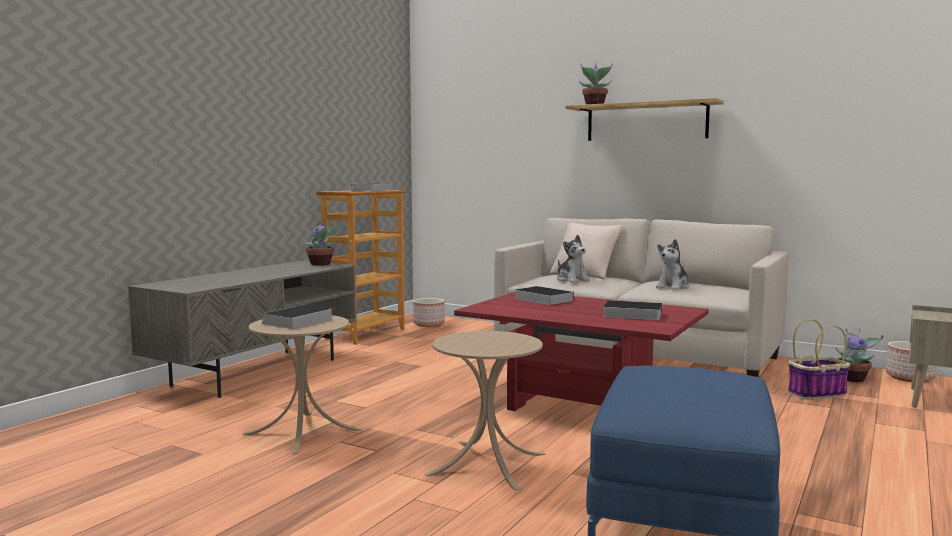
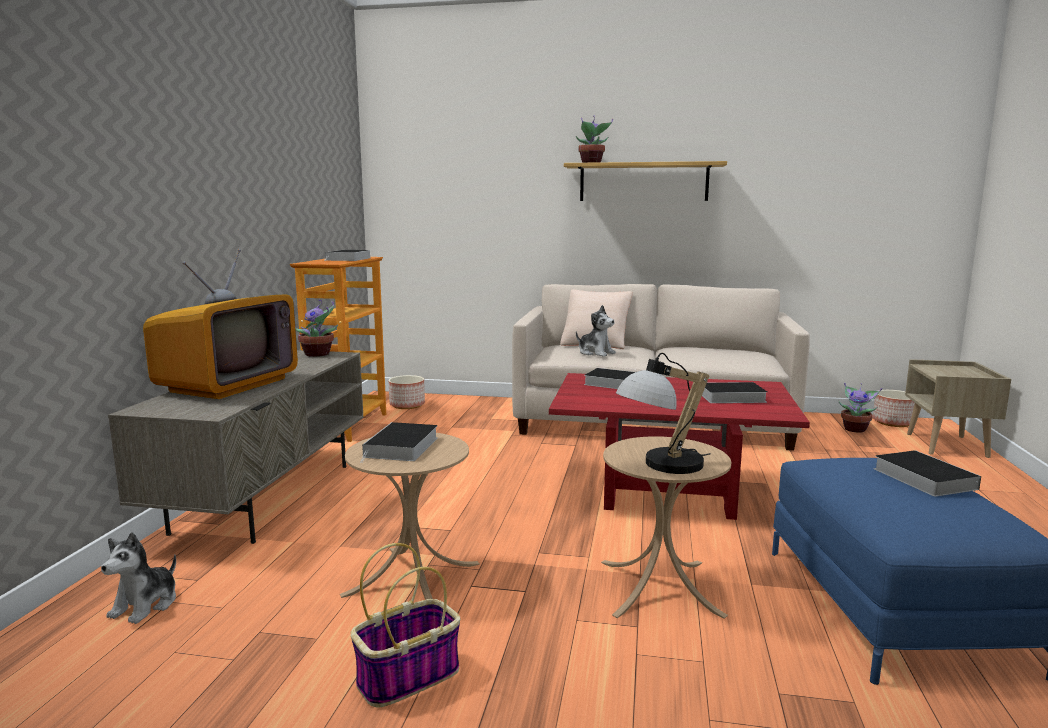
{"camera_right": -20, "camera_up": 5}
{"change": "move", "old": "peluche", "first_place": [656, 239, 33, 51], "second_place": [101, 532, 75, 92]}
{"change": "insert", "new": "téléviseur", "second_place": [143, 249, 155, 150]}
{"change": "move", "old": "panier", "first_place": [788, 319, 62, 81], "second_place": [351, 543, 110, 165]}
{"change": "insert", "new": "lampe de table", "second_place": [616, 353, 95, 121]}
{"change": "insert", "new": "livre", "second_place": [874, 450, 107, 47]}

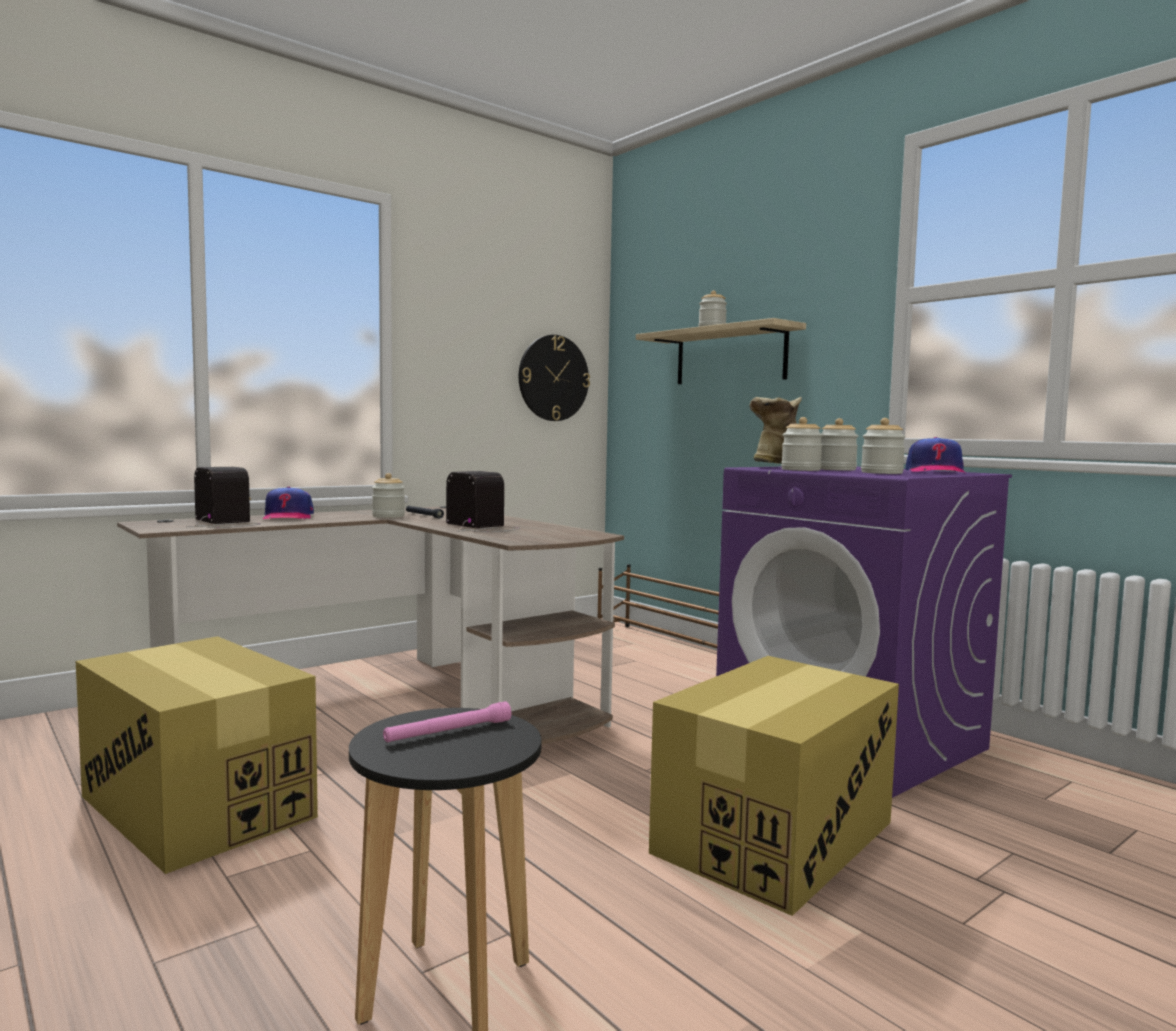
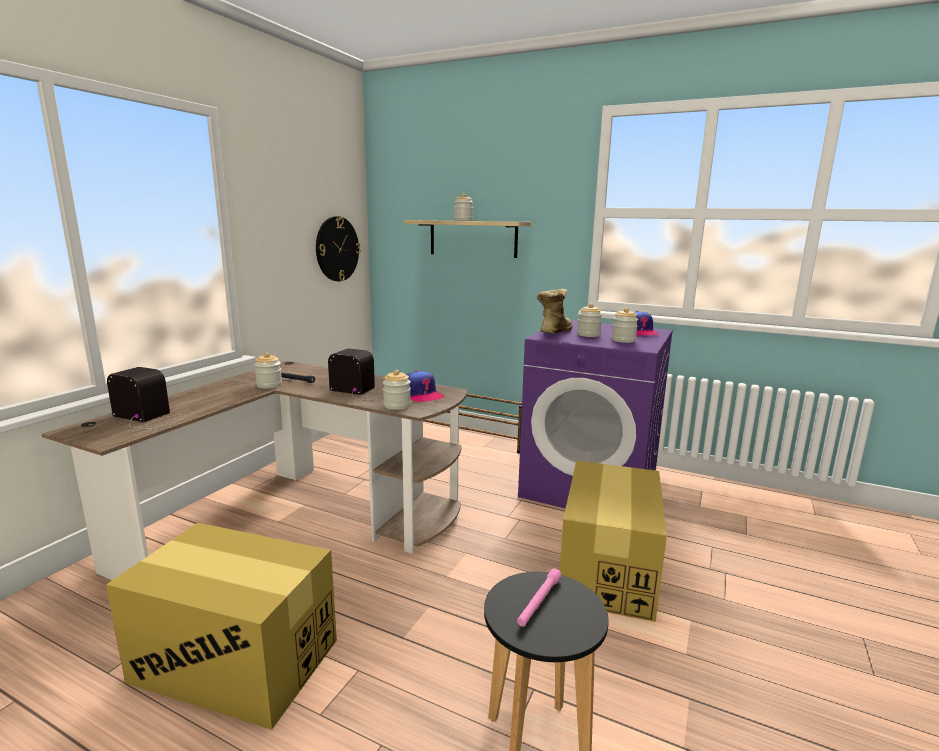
{"camera_right": -25, "camera_up": 10}
{"change": "move", "old": "bocal", "first_place": [781, 417, 42, 54], "second_place": [383, 370, 28, 40]}
{"change": "move", "old": "casquette", "first_place": [263, 487, 51, 33], "second_place": [406, 370, 38, 32]}

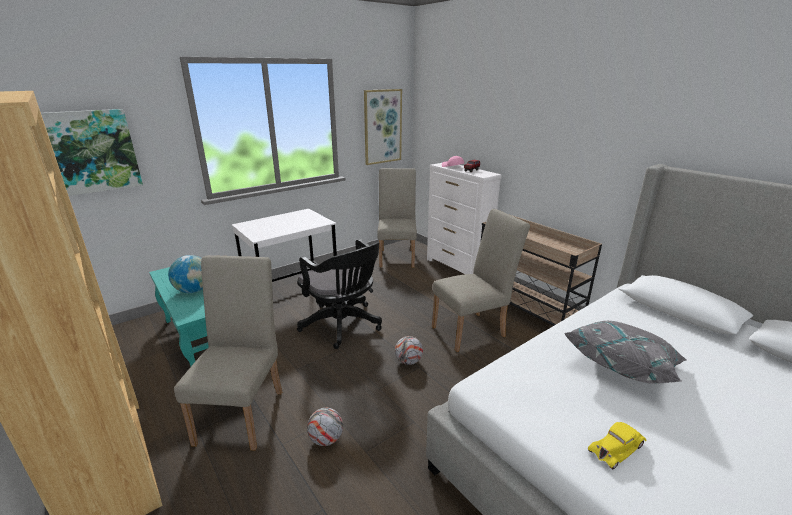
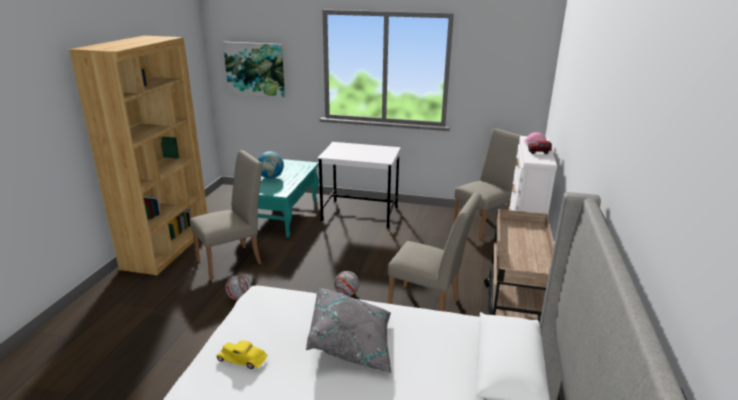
{"camera_right": 50, "camera_up": 0}
{"change": "delete", "old": "chaise de bureau [noir]", "first_place": [297, 239, 85, 110]}
{"change": "delete", "old": "tableau", "first_place": [364, 89, 38, 76]}

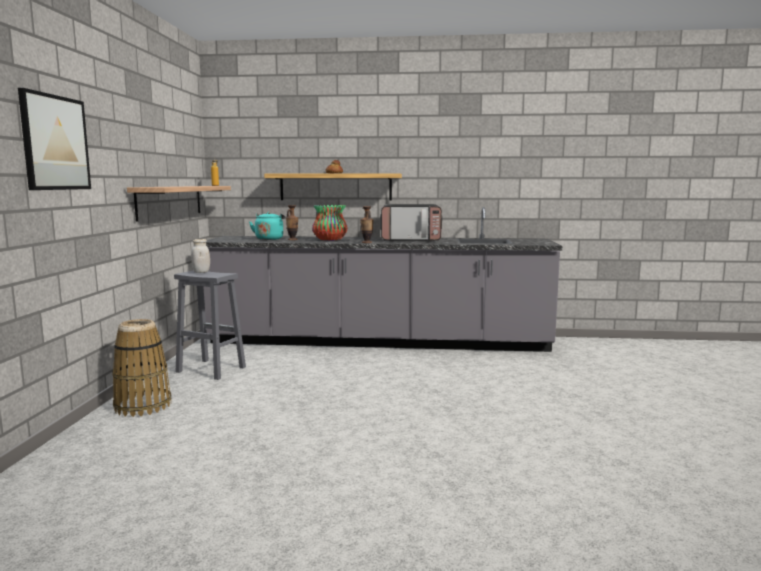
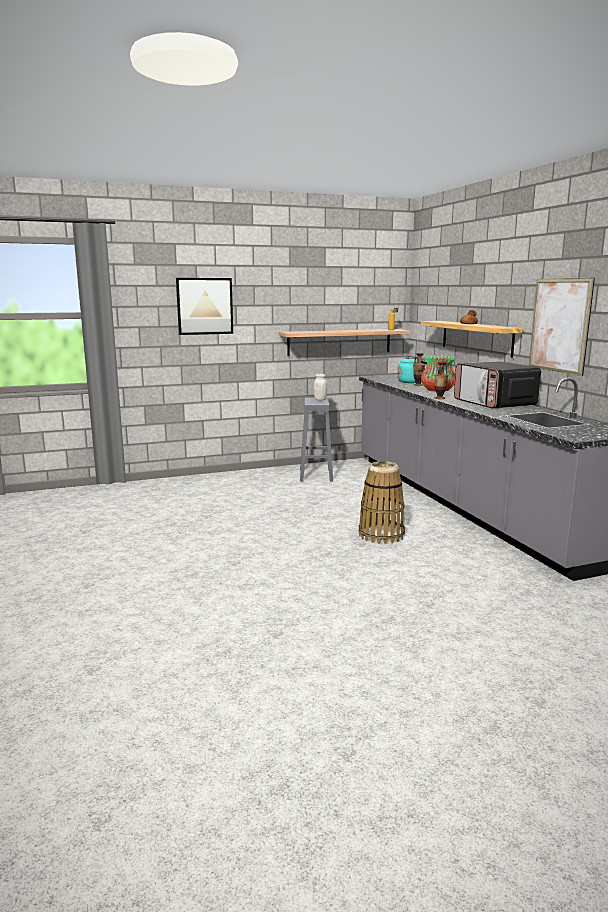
{"camera_right": 65, "camera_up": 5}
{"change": "move", "old": "panier", "first_place": [112, 319, 59, 98], "second_place": [359, 461, 46, 83]}
{"change": "insert", "new": "tableau", "second_place": [529, 278, 66, 98]}

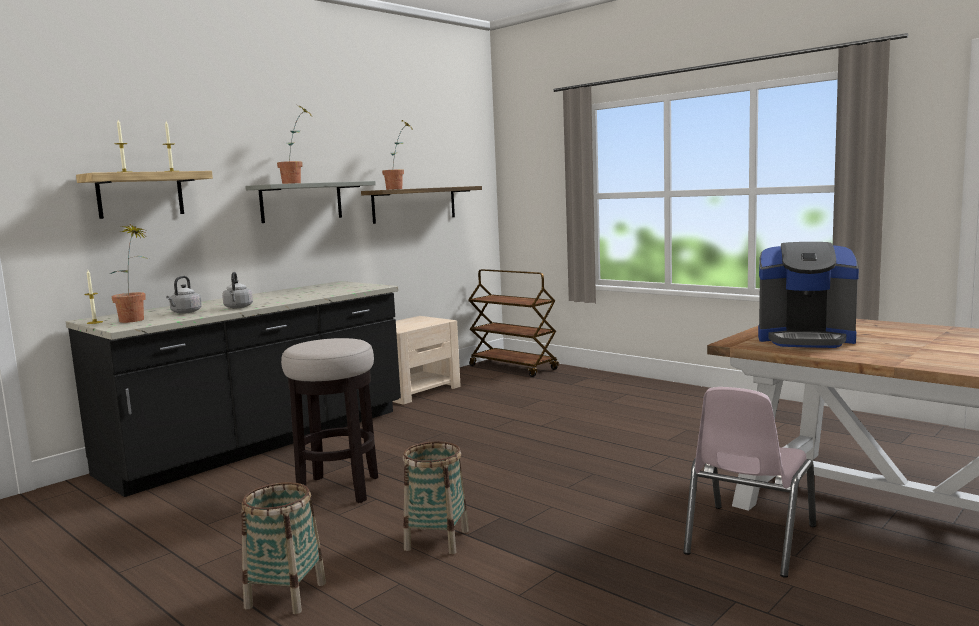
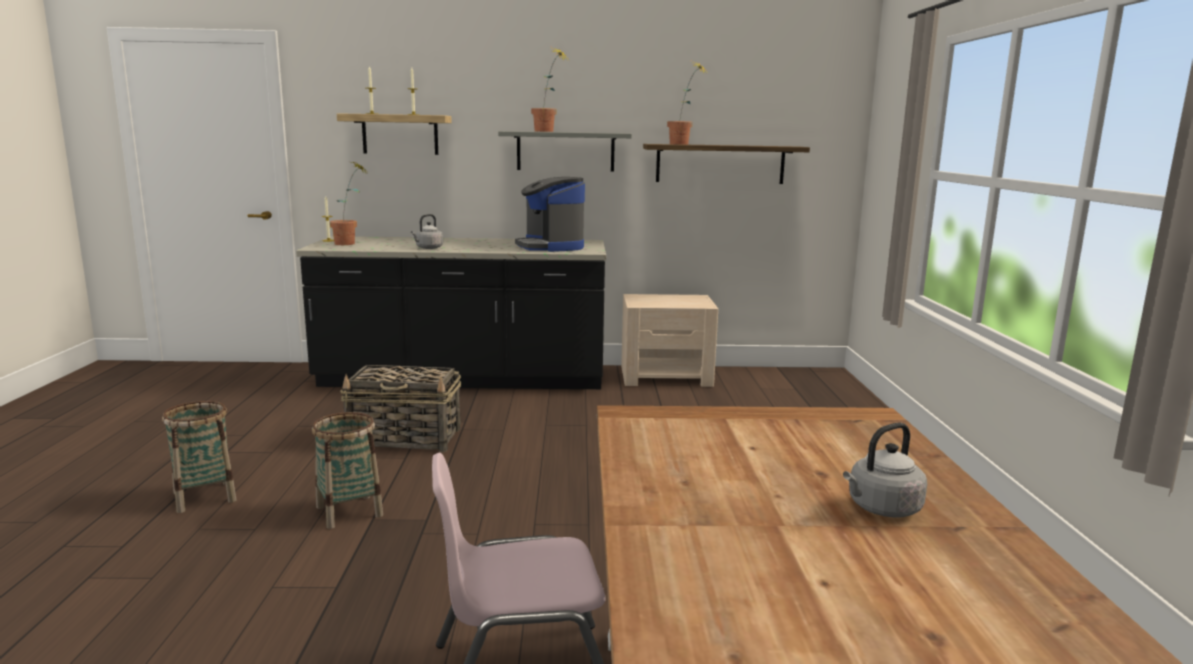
{"camera_right": 45, "camera_up": 5}
{"change": "replace", "old": "tabouret", "new": "panier", "first_place": [281, 338, 97, 165], "second_place": [340, 365, 121, 87]}
{"change": "move", "old": "machine à café", "first_place": [758, 242, 101, 106], "second_place": [515, 177, 70, 75]}
{"change": "move", "old": "bouilloire [gris]", "first_place": [166, 276, 36, 38], "second_place": [843, 422, 84, 95]}
{"change": "delete", "old": "chariot [marron]", "first_place": [468, 269, 91, 108]}

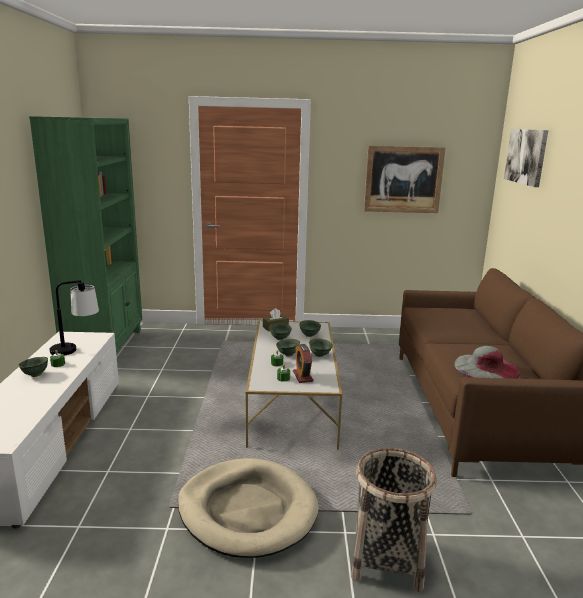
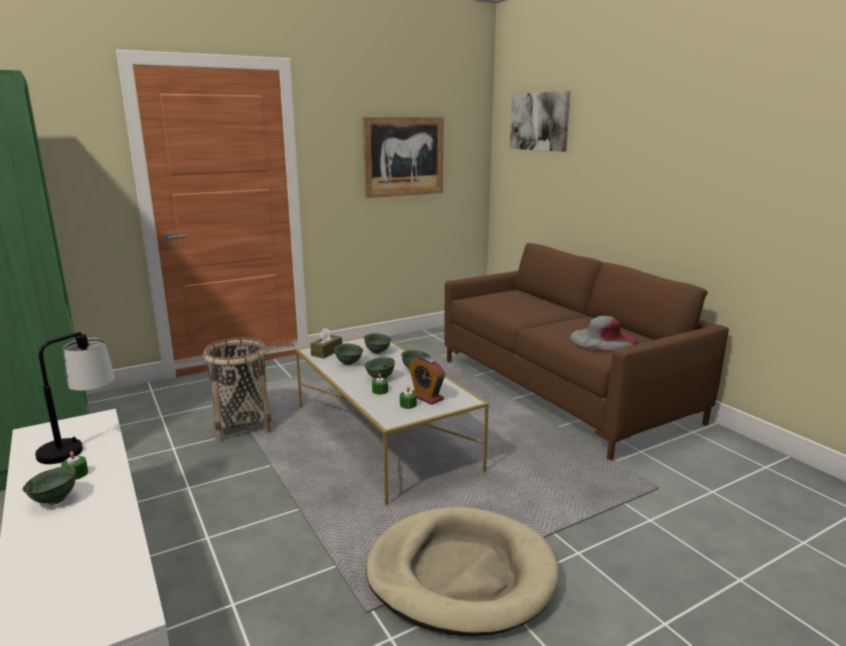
{"camera_right": -30, "camera_up": 0}
{"change": "move", "old": "panier", "first_place": [351, 448, 86, 144], "second_place": [203, 338, 70, 104]}

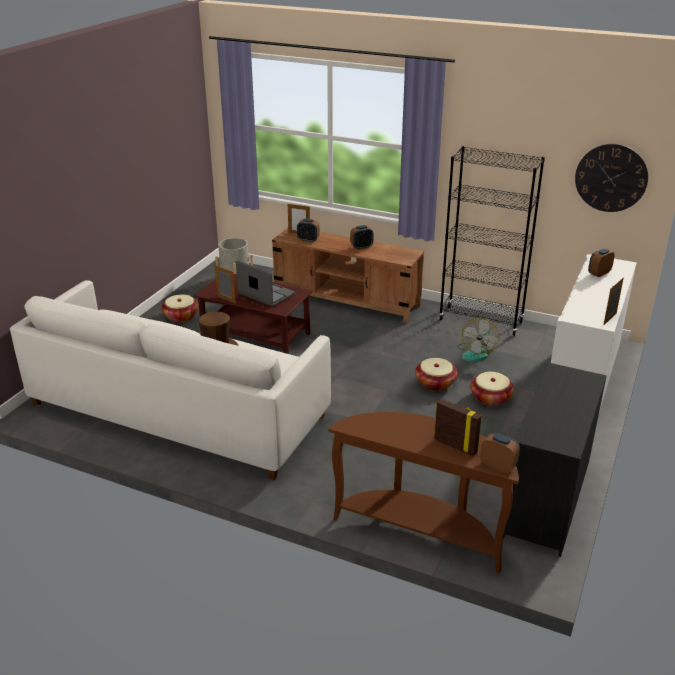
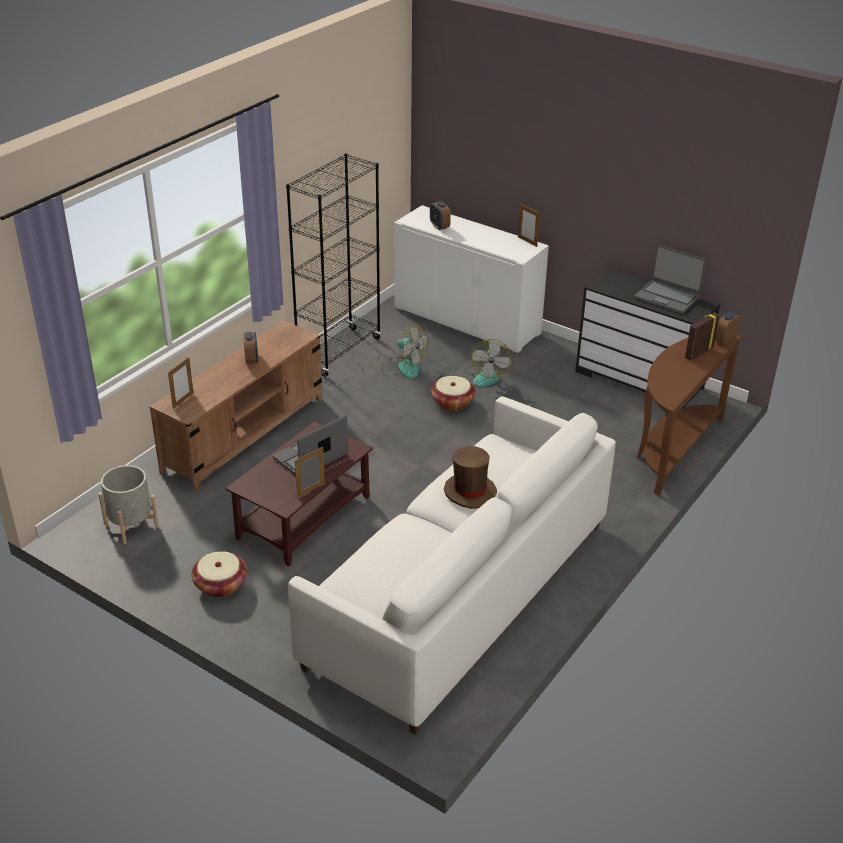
{"camera_right": -80, "camera_up": 5}
{"change": "replace", "old": "panier", "new": "ventilateur", "first_place": [470, 372, 44, 34], "second_place": [464, 339, 48, 48]}
{"change": "insert", "new": "ordinateur portable", "second_place": [635, 245, 71, 69]}
{"change": "delete", "old": "réveil", "first_place": [297, 219, 23, 23]}
{"change": "delete", "old": "horloge murale", "first_place": [575, 144, 73, 68]}

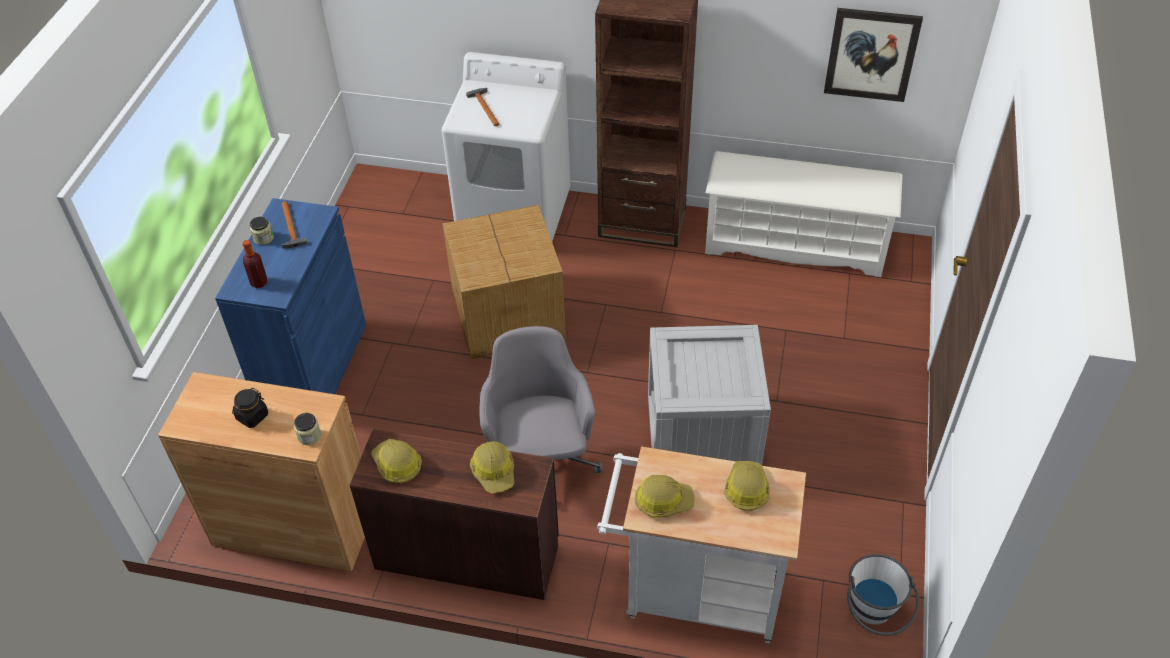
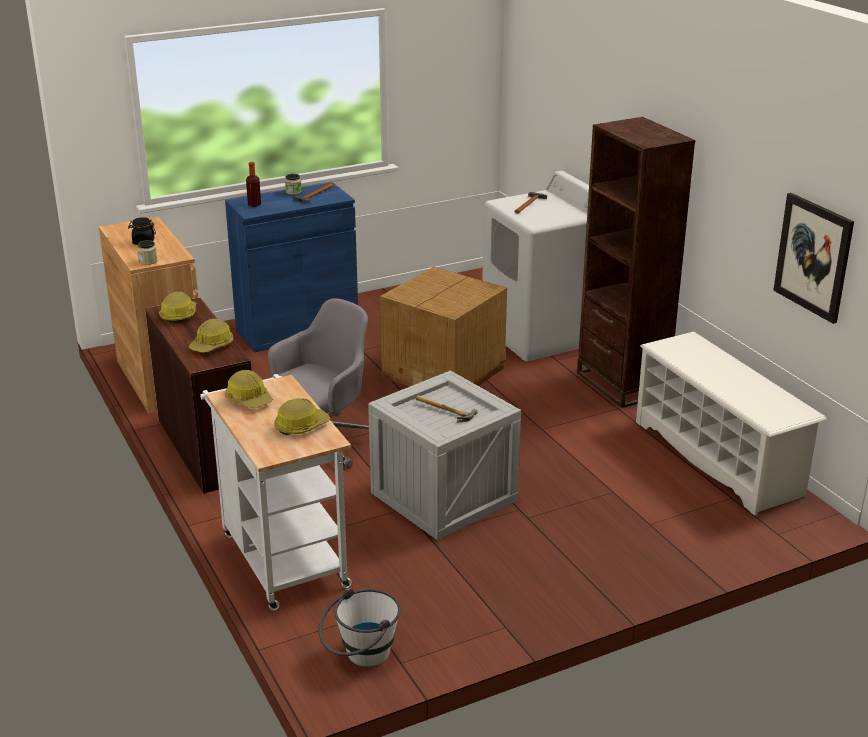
{"camera_right": 50, "camera_up": -20}
{"change": "insert", "new": "marteau", "second_place": [416, 395, 62, 27]}

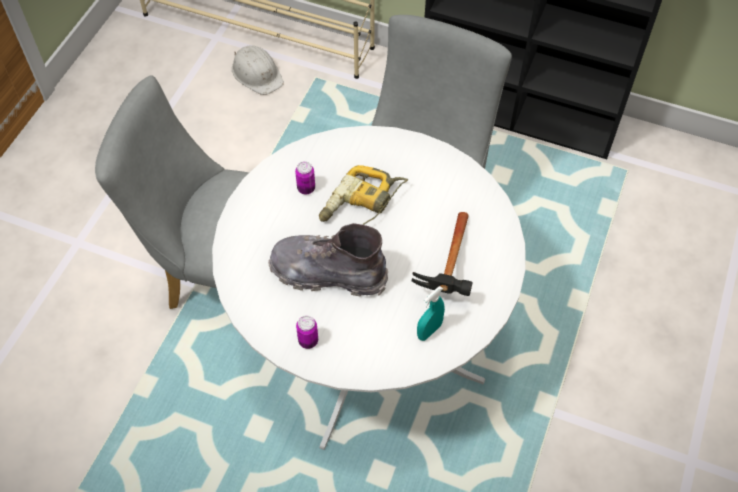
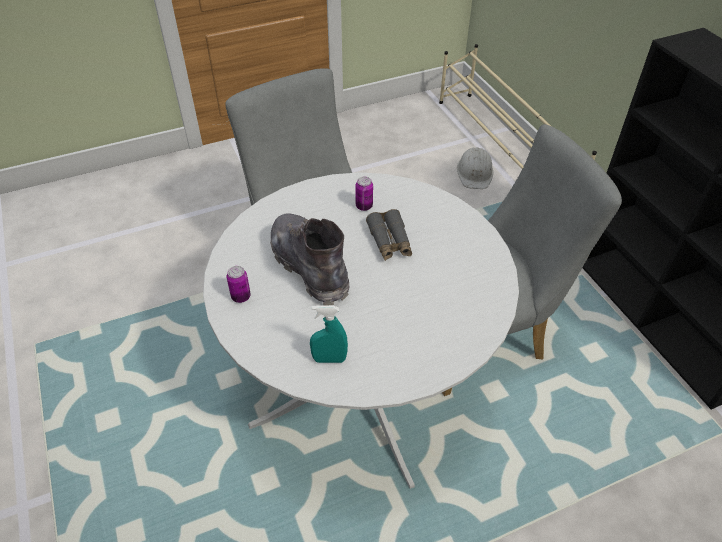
{"camera_right": 45, "camera_up": -10}
{"change": "replace", "old": "perceuse", "new": "jumelles [gris]", "first_place": [319, 165, 89, 60], "second_place": [366, 209, 46, 52]}
{"change": "delete", "old": "marteau", "first_place": [412, 212, 61, 84]}

